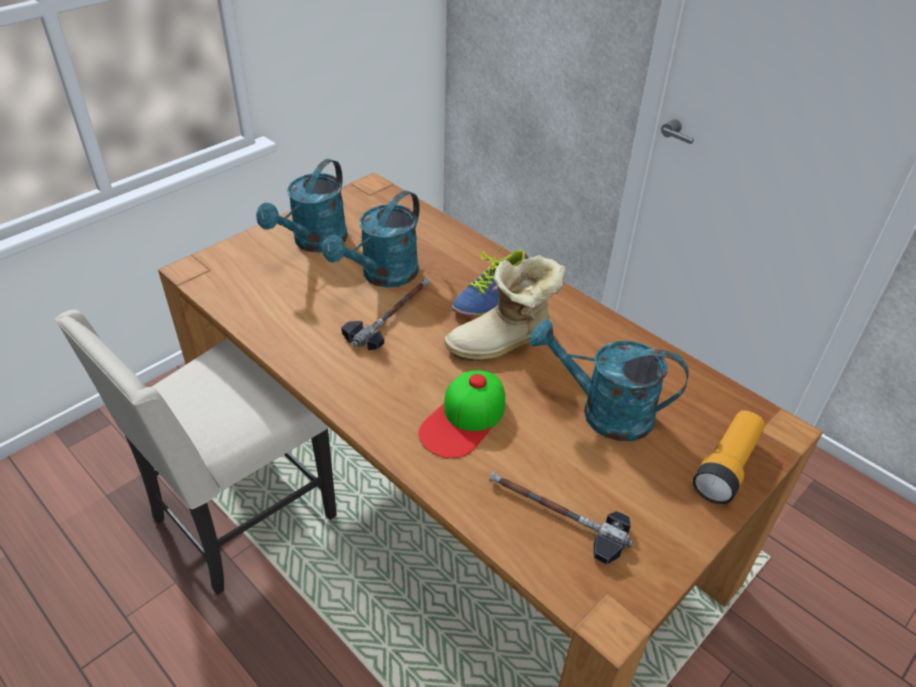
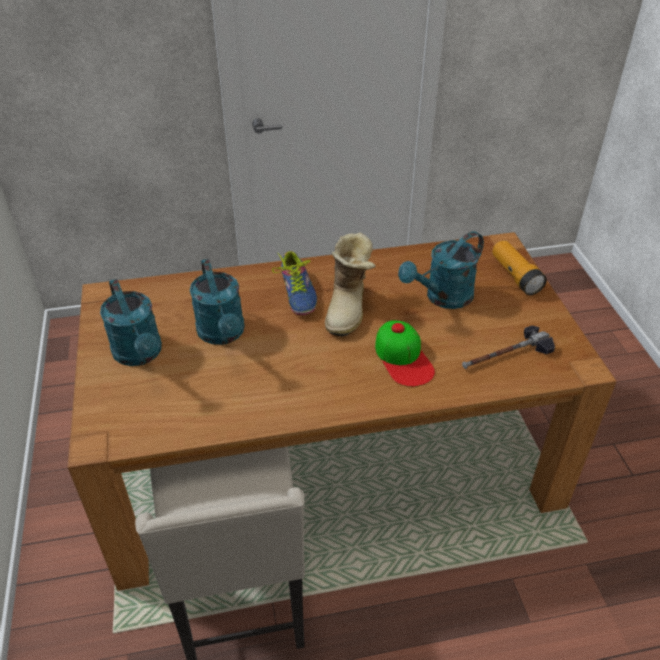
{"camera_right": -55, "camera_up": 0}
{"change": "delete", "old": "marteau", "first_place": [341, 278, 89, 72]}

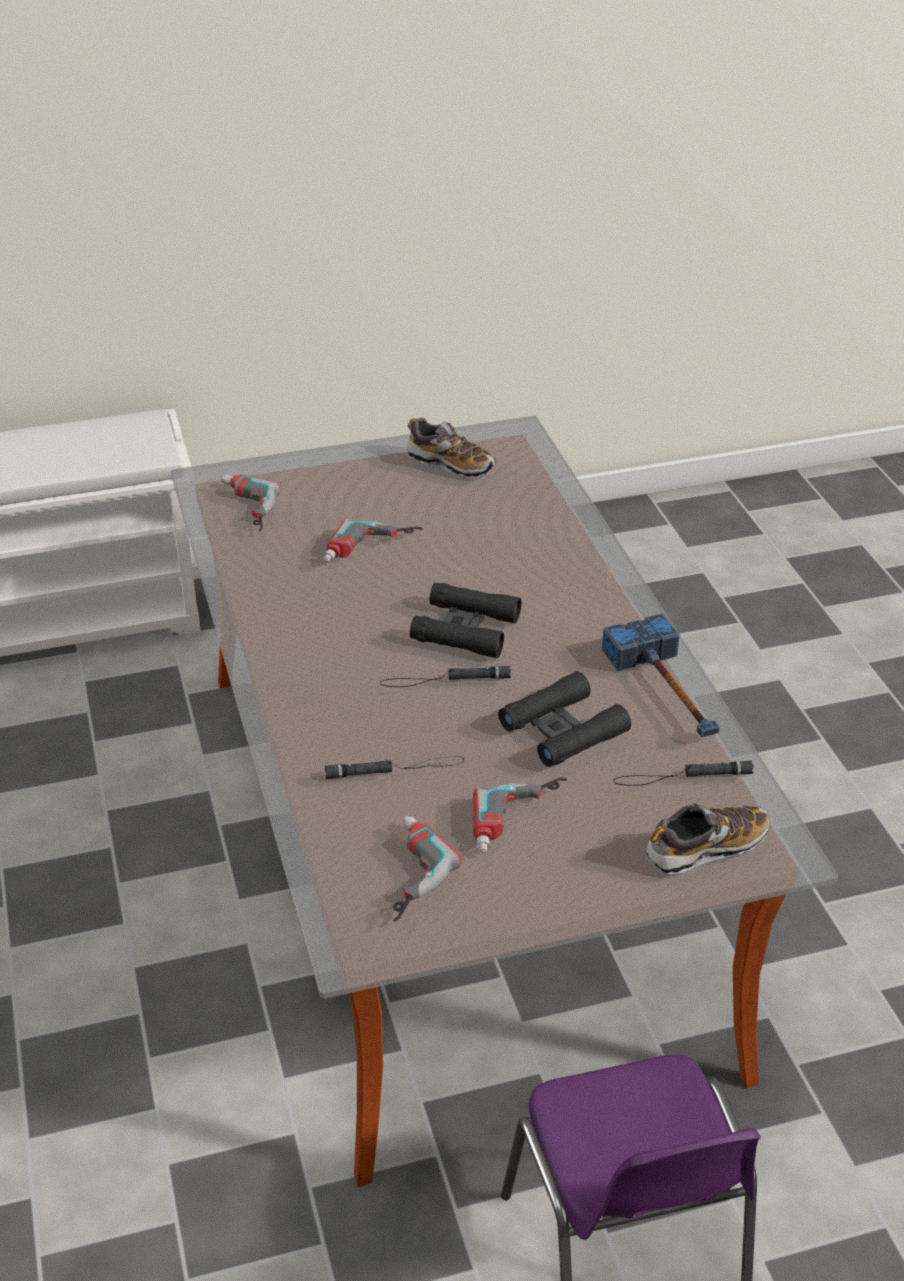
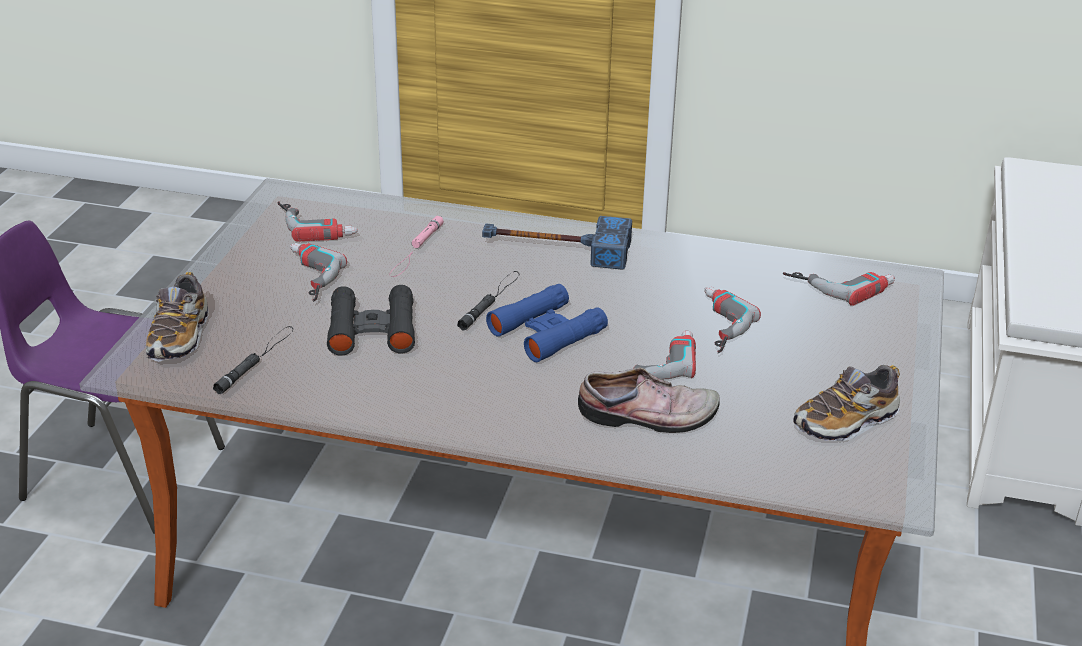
{"camera_right": 120, "camera_up": -5}
{"change": "recolor", "old": "lampe de poche [noir]", "new": "lampe de poche [rose]", "first_place": [325, 756, 139, 23], "second_place": [389, 216, 55, 61]}
{"change": "move", "old": "marteau", "first_place": [602, 614, 118, 123], "second_place": [482, 216, 150, 54]}
{"change": "recolor", "old": "jumelles [noir]", "new": "jumelles [bleu]", "first_place": [410, 583, 111, 75], "second_place": [486, 284, 122, 78]}
{"change": "insert", "new": "chaussure", "second_place": [578, 368, 142, 65]}
{"change": "insert", "new": "perceuse", "second_place": [619, 330, 77, 50]}

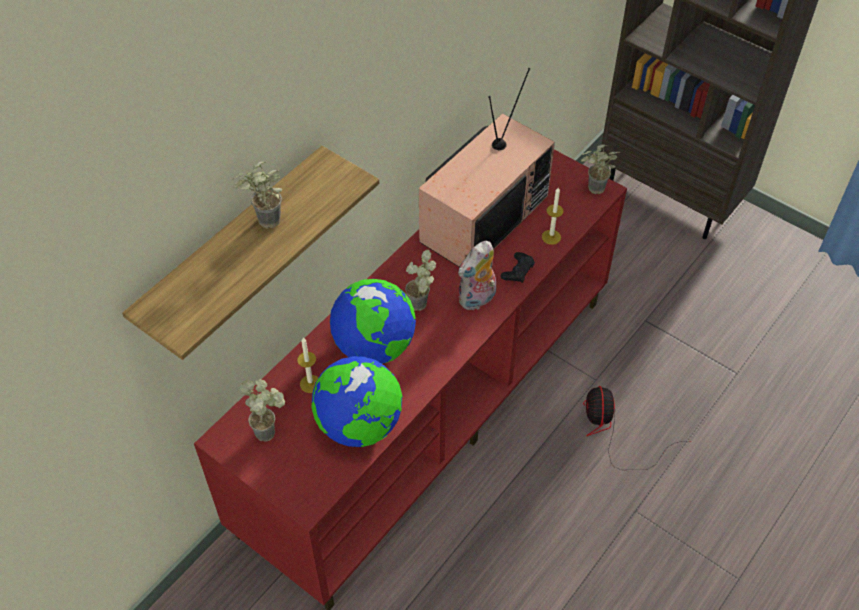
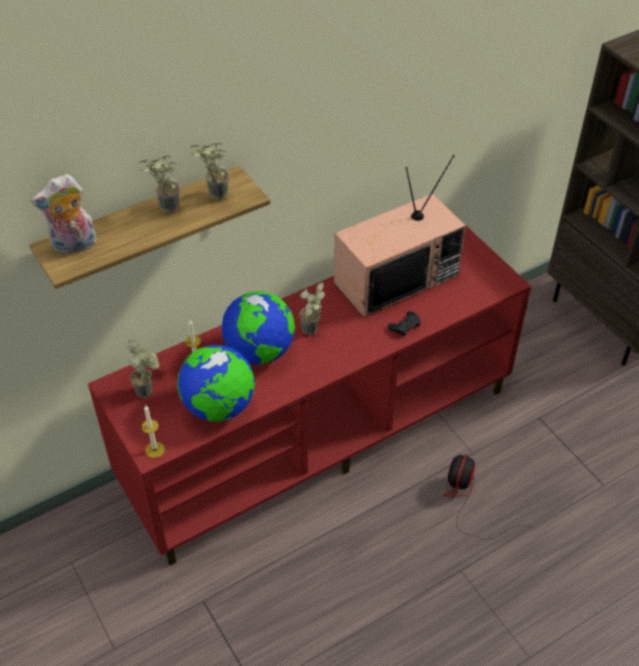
{"camera_right": 20, "camera_up": -5}
{"change": "move", "old": "peluche", "first_place": [458, 241, 38, 69], "second_place": [31, 174, 65, 80]}
{"change": "move", "old": "bougie", "first_place": [542, 188, 21, 57], "second_place": [142, 405, 23, 53]}
{"change": "move", "old": "plante en pot", "first_place": [581, 145, 39, 49], "second_place": [191, 142, 38, 59]}

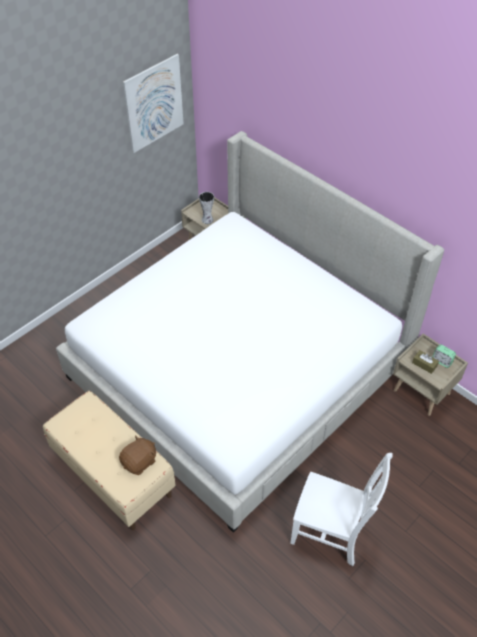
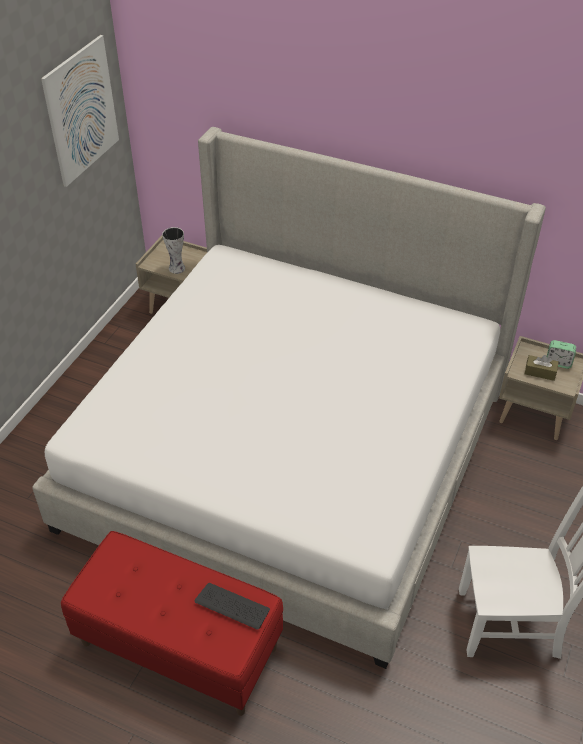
{"camera_right": -20, "camera_up": -5}
{"change": "recolor", "old": "banc [beige]", "new": "banc [rouge]", "first_place": [43, 391, 133, 139], "second_place": [61, 531, 222, 185]}
{"change": "replace", "old": "peluche [marron]", "new": "clavier", "first_place": [119, 435, 37, 40], "second_place": [195, 583, 75, 47]}

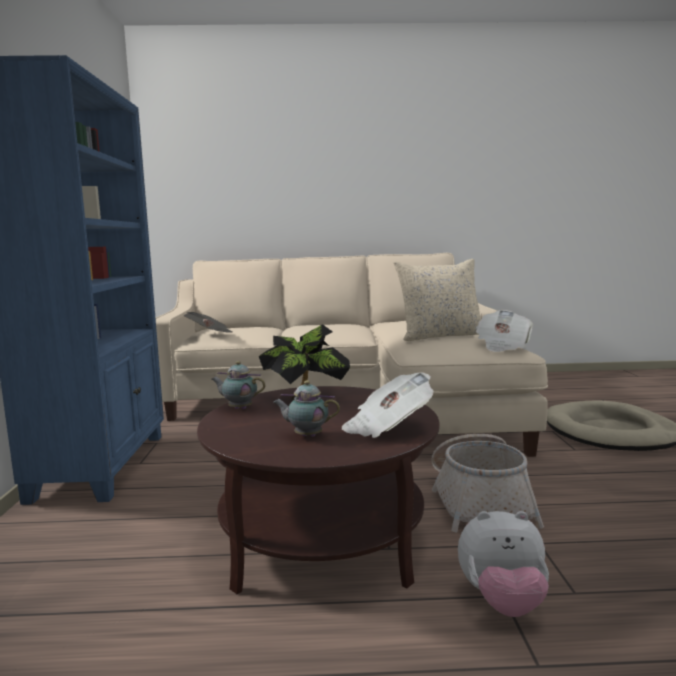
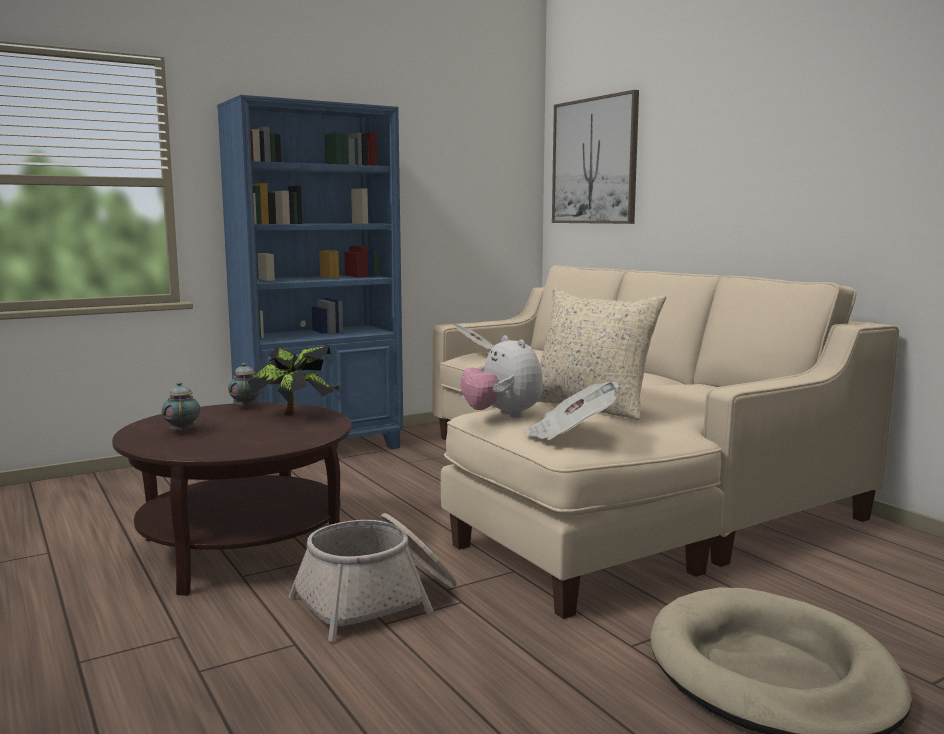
{"camera_right": 60, "camera_up": 0}
{"change": "move", "old": "peluche", "first_place": [458, 511, 91, 106], "second_place": [461, 335, 82, 83]}
{"change": "insert", "new": "tableau", "second_place": [552, 90, 87, 134]}
{"change": "delete", "old": "journal", "first_place": [342, 372, 92, 66]}

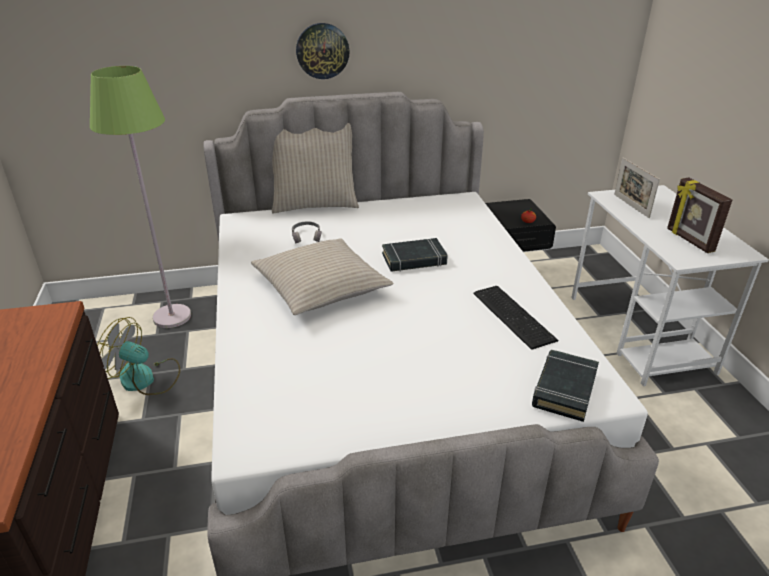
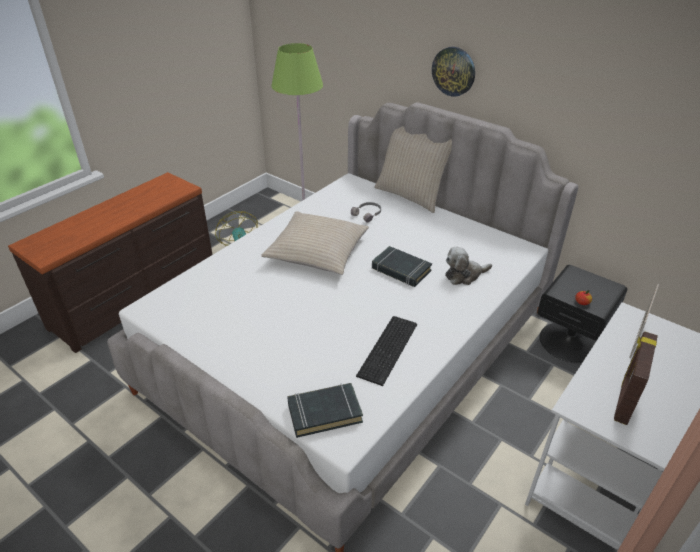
{"camera_right": 50, "camera_up": 5}
{"change": "insert", "new": "peluche", "second_place": [445, 247, 47, 38]}

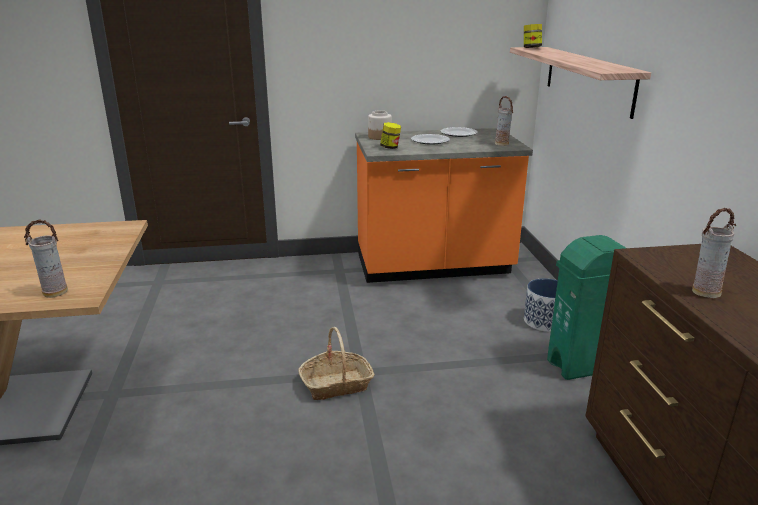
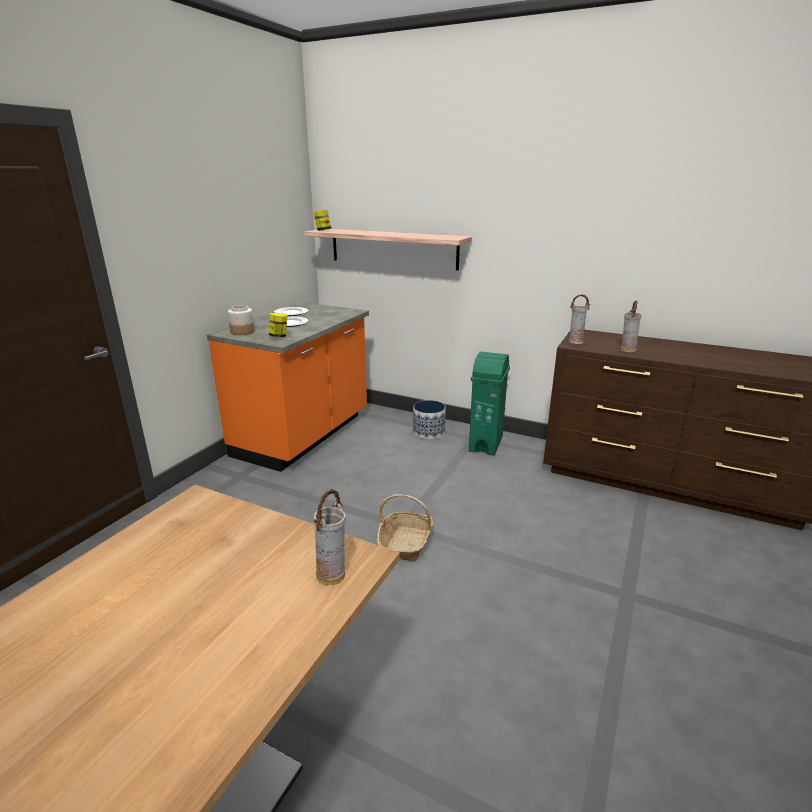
{"camera_right": -55, "camera_up": 0}
{"change": "move", "old": "vase", "first_place": [495, 96, 18, 50], "second_place": [569, 294, 21, 50]}

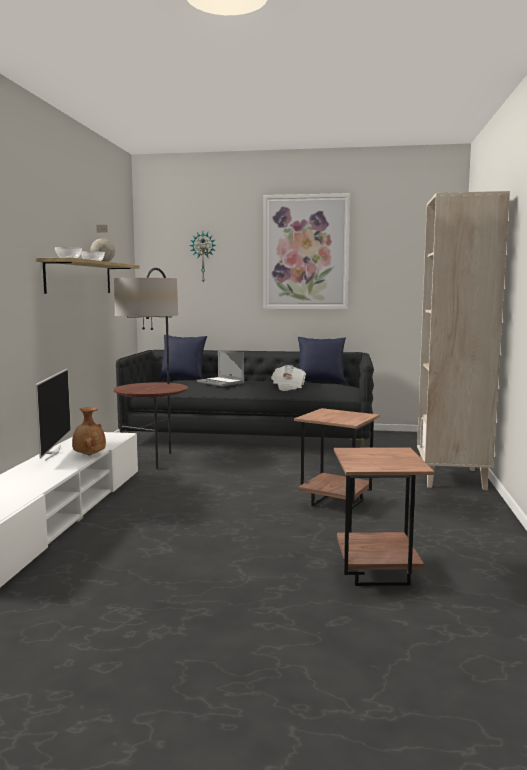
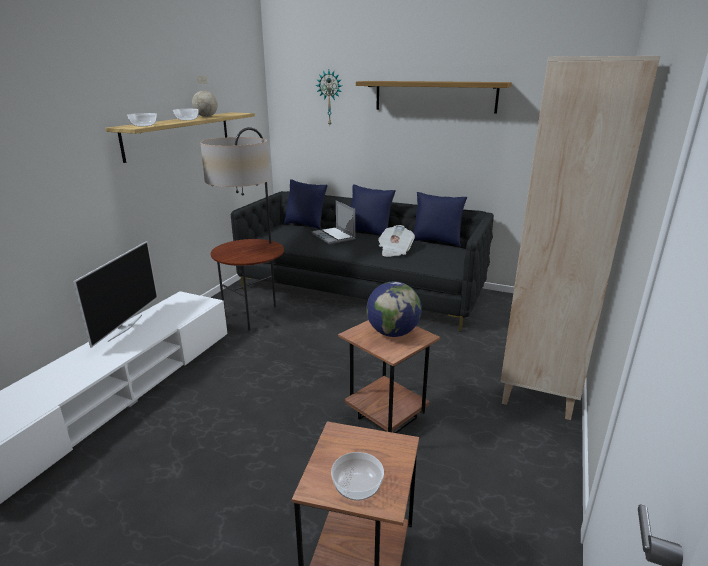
{"camera_right": 15, "camera_up": 15}
{"change": "insert", "new": "bol", "second_place": [331, 452, 53, 49]}
{"change": "insert", "new": "coussin [bleu]", "second_place": [350, 184, 46, 51]}
{"change": "replace", "old": "tableau", "new": "étagère", "first_place": [263, 193, 87, 116], "second_place": [356, 81, 156, 33]}
{"change": "insert", "new": "globe", "second_place": [366, 281, 56, 56]}
{"change": "delete", "old": "vase [marron]", "first_place": [72, 407, 34, 48]}

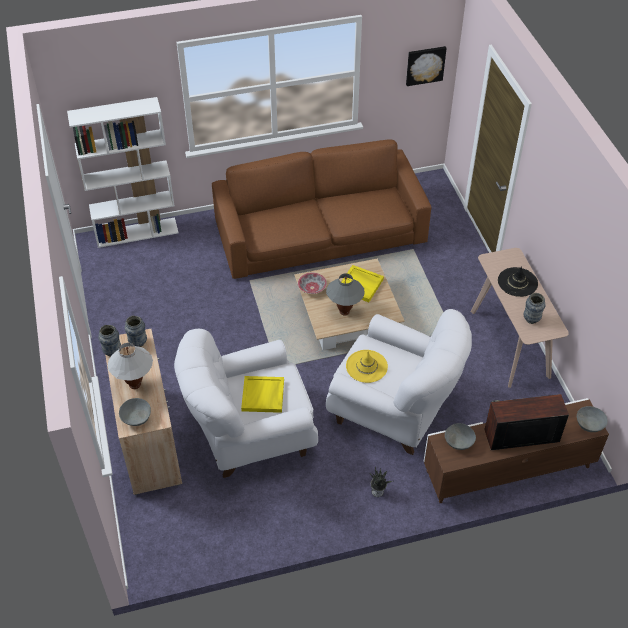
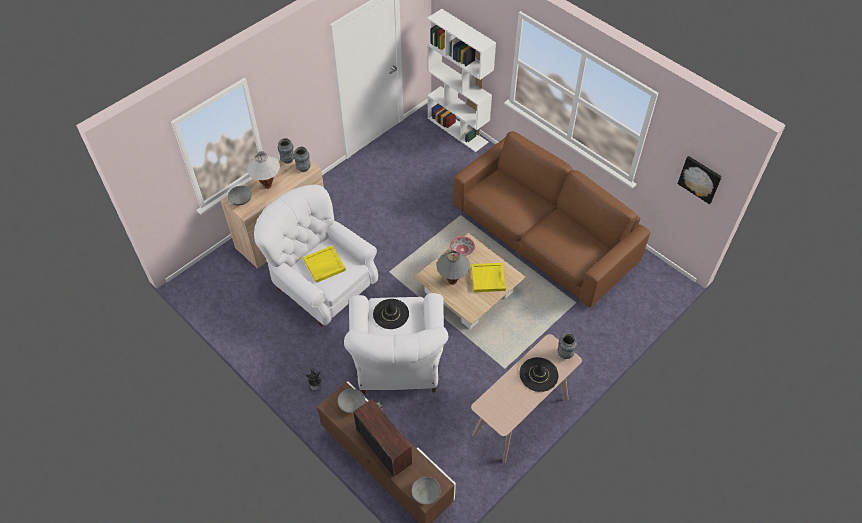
{"camera_right": 60, "camera_up": 5}
{"change": "recolor", "old": "chapeau [jaune]", "new": "chapeau [noir]", "first_place": [346, 350, 42, 33], "second_place": [373, 299, 36, 30]}
{"change": "move", "old": "vase", "first_place": [524, 293, 22, 31], "second_place": [557, 333, 20, 26]}

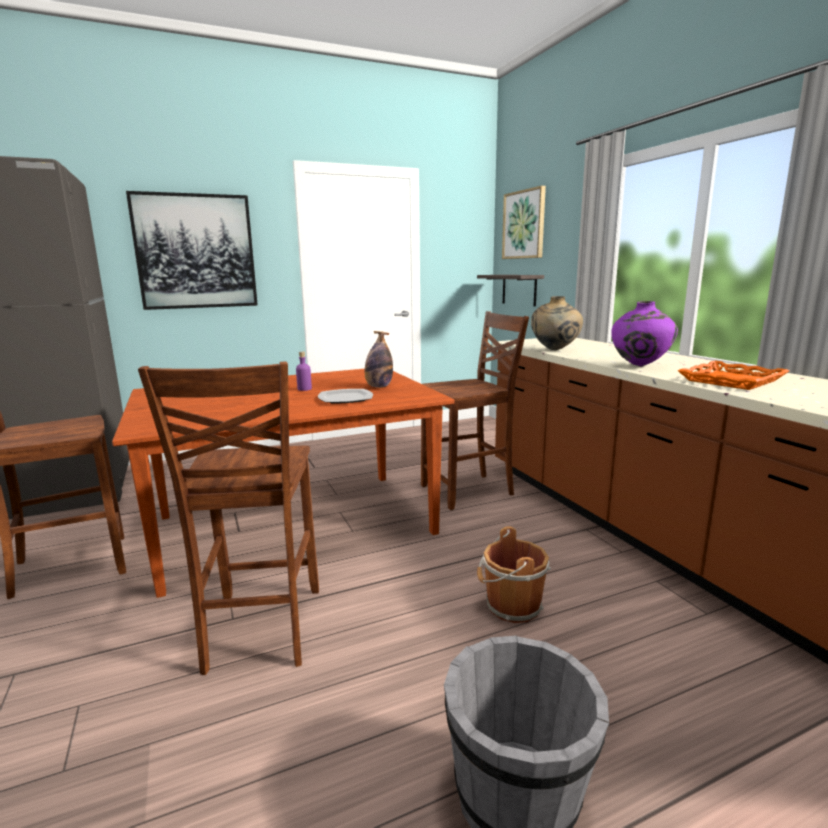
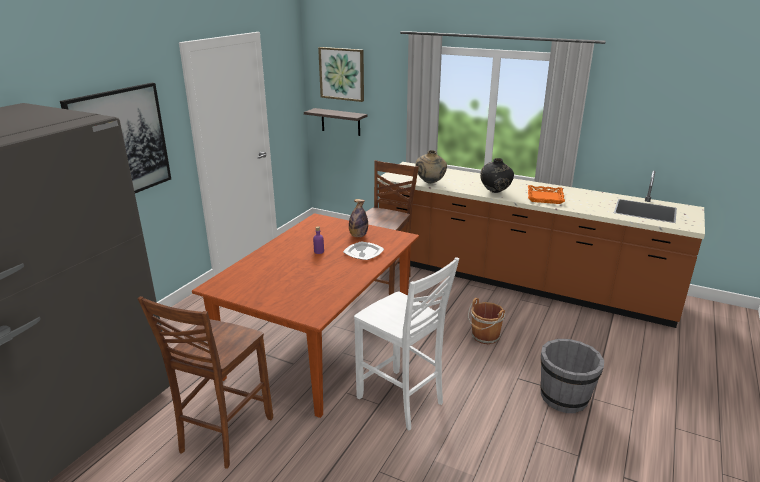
{"camera_right": -40, "camera_up": 10}
{"change": "recolor", "old": "chaise [marron]", "new": "chaise [blanc]", "first_place": [138, 362, 181, 313], "second_place": [354, 257, 105, 173]}
{"change": "recolor", "old": "vase [violet]", "new": "vase [noir]", "first_place": [611, 301, 67, 65], "second_place": [480, 158, 34, 35]}

